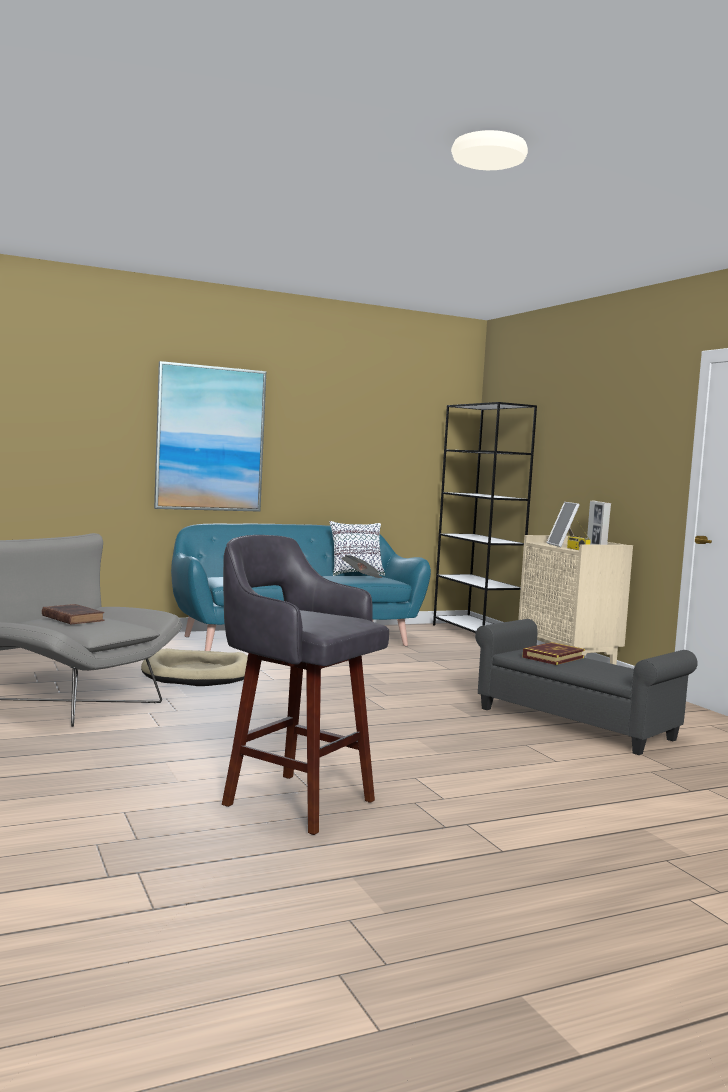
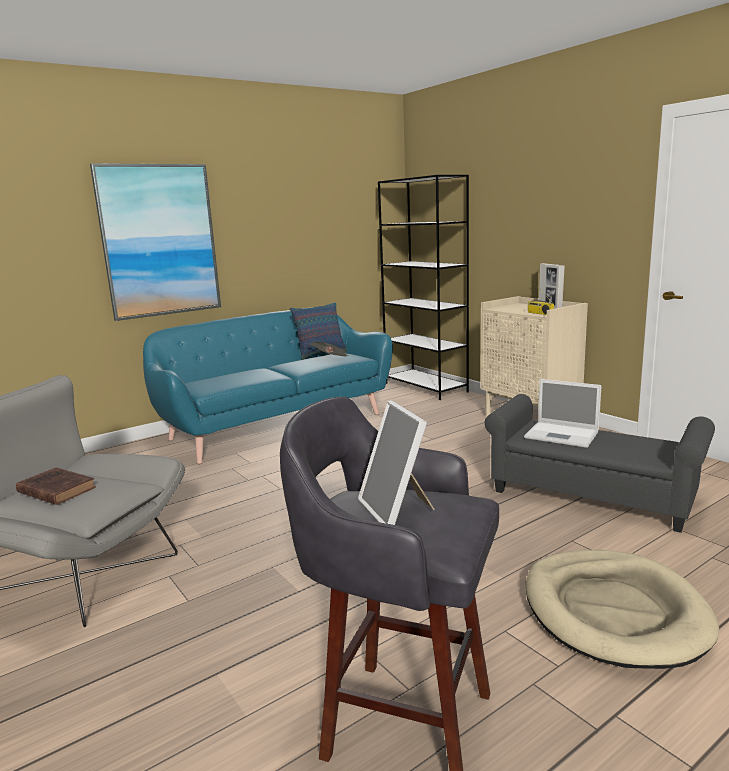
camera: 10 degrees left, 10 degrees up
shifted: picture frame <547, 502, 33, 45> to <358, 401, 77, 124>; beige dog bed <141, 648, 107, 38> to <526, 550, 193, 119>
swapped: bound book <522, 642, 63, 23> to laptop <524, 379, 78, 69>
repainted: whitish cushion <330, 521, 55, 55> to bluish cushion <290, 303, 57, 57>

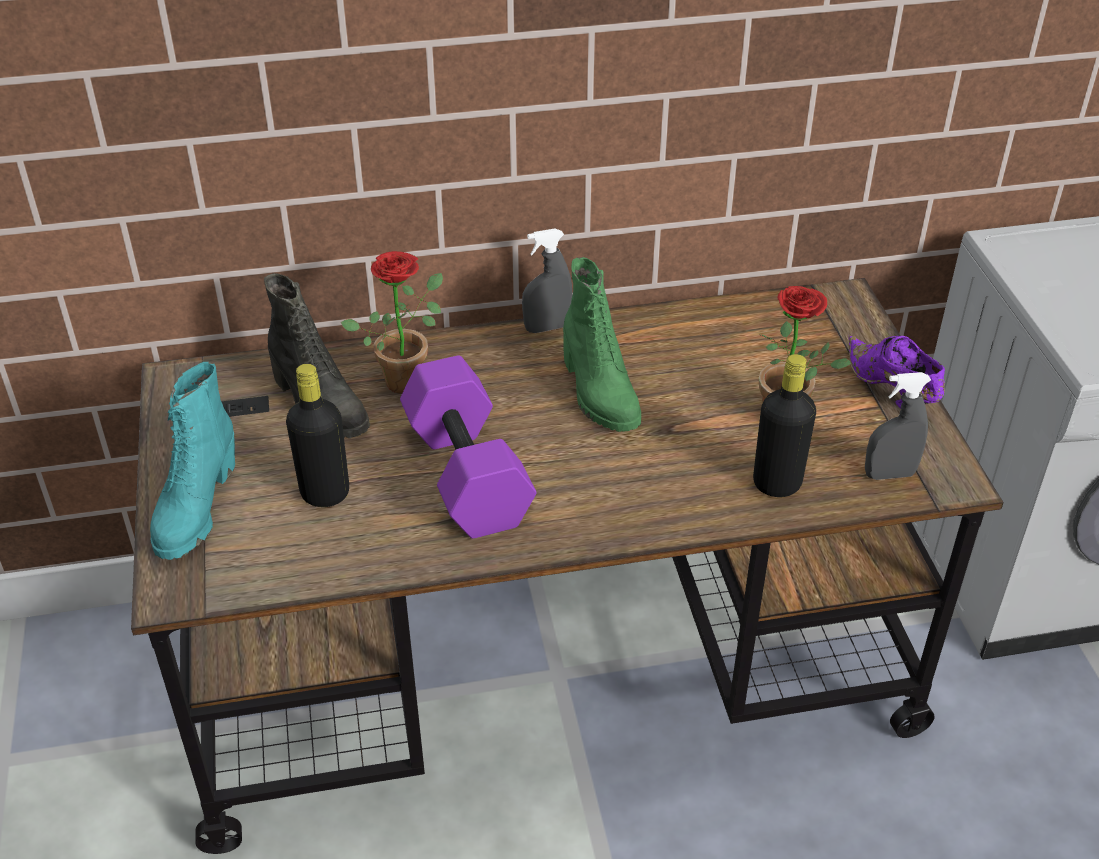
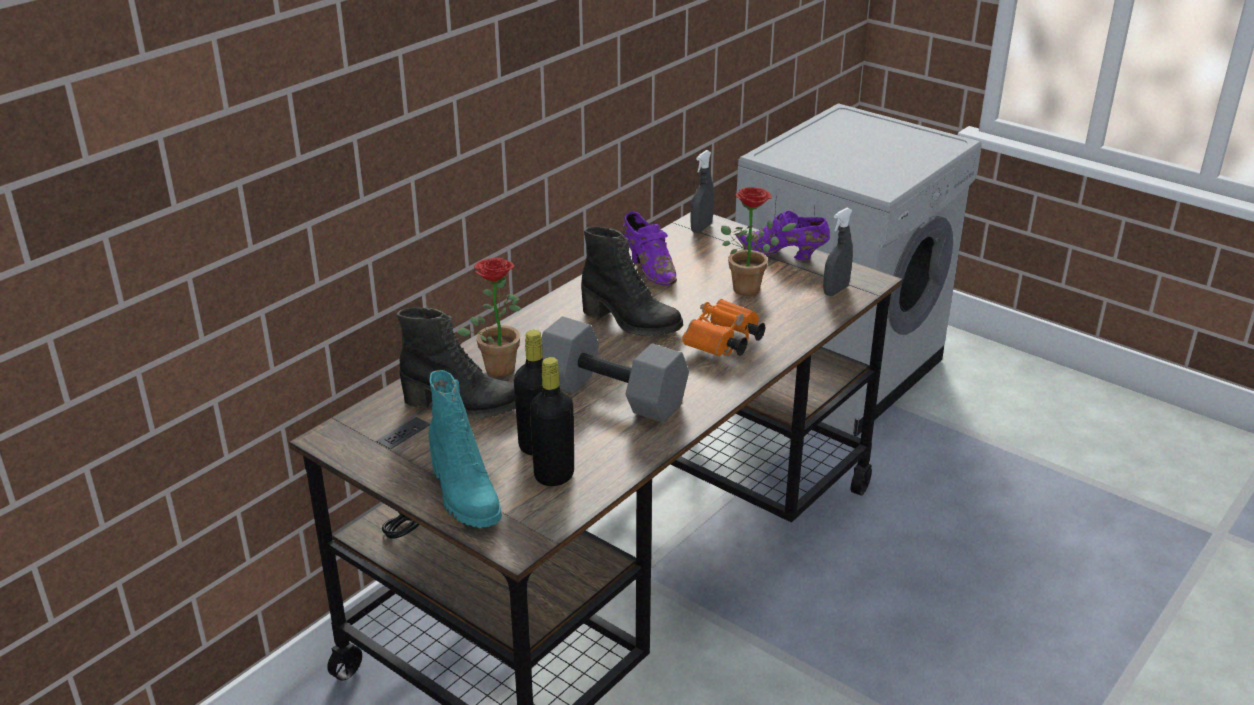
camera: 40 degrees left, 10 degrees down
new: purple item of footwear <622, 211, 55, 74>; orange pair of binoculars <682, 299, 83, 57>
shifted: grey sprayer <522, 228, 51, 105> to <691, 150, 23, 83>; black drink bottle <753, 354, 63, 143> to <529, 357, 45, 129>
repainted: green tall boot <563, 257, 78, 175> to black tall boot <581, 227, 102, 109>; purple dumbbell <400, 355, 137, 183> to grey dumbbell <542, 316, 147, 107>

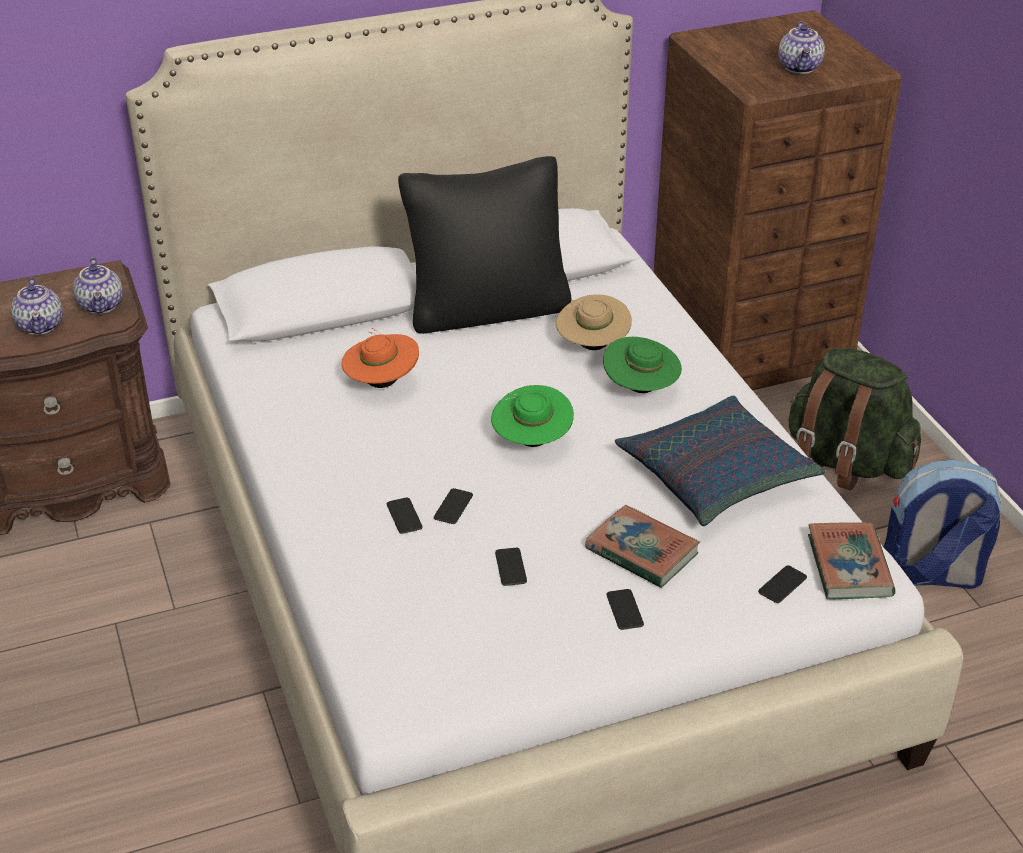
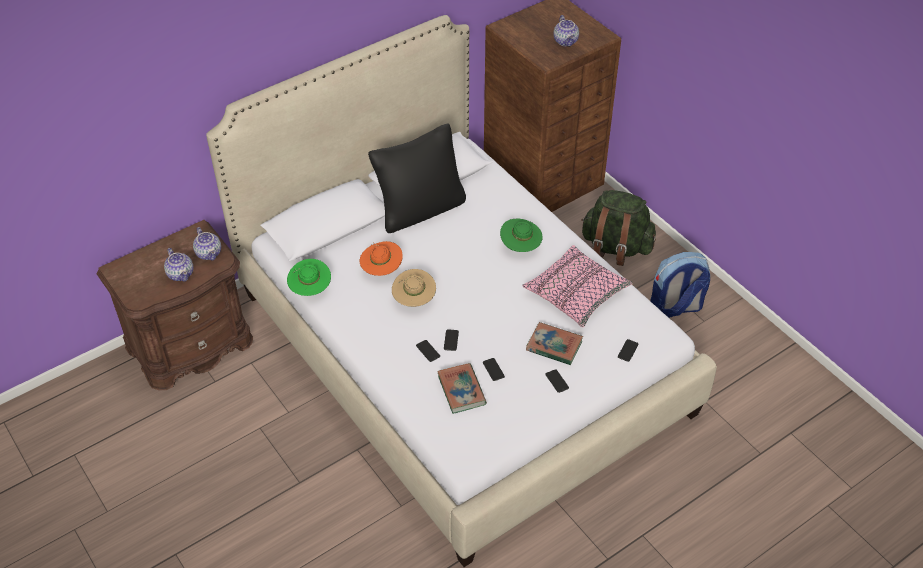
camera: 15 degrees left, 10 degrees up
shifted: beige hat <556, 295, 76, 55> to <392, 269, 44, 38>; green hat <491, 385, 83, 62> to <287, 259, 44, 37>; bound book <808, 522, 88, 77> to <437, 363, 50, 51>
repainted: bluish cushion <615, 396, 210, 130> to pink-coloured cushion <522, 245, 110, 83>

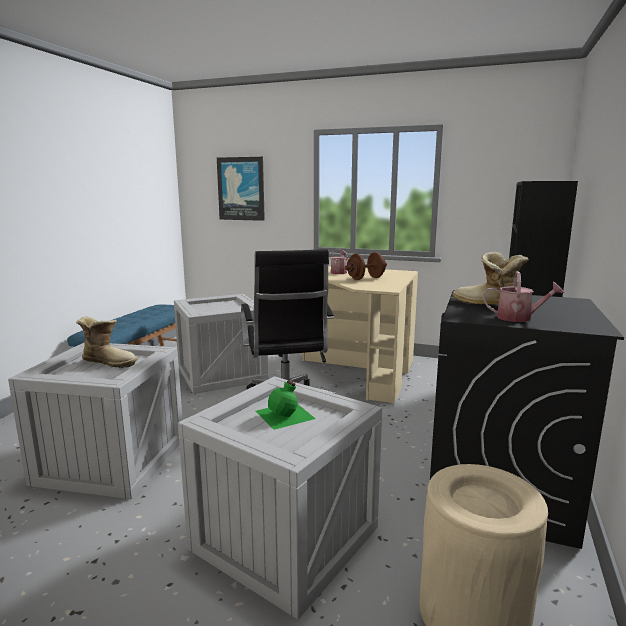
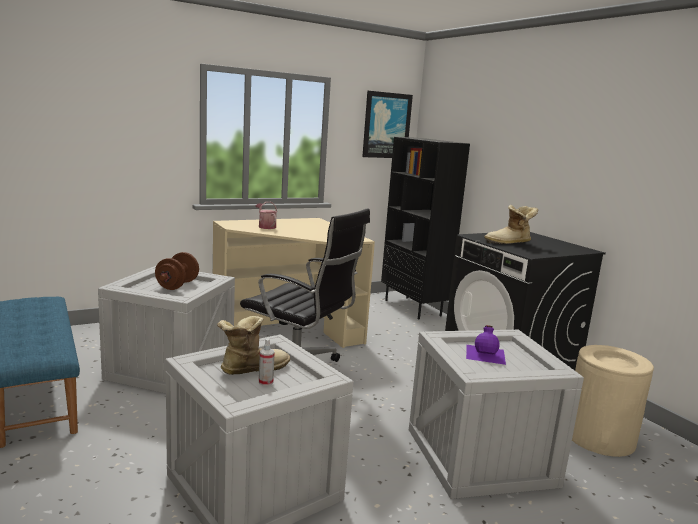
camera: 50 degrees left, 0 degrees up
gone: sprinkling can <483, 271, 81, 51>
new: sprayer <259, 338, 16, 48>
shifted: picture <217, 157, 48, 64> to <362, 91, 51, 67>; brownish dumbbell <345, 252, 42, 28> to <155, 252, 44, 38>
repainted: green drink bottle <256, 380, 60, 50> to purple drink bottle <466, 325, 40, 40>

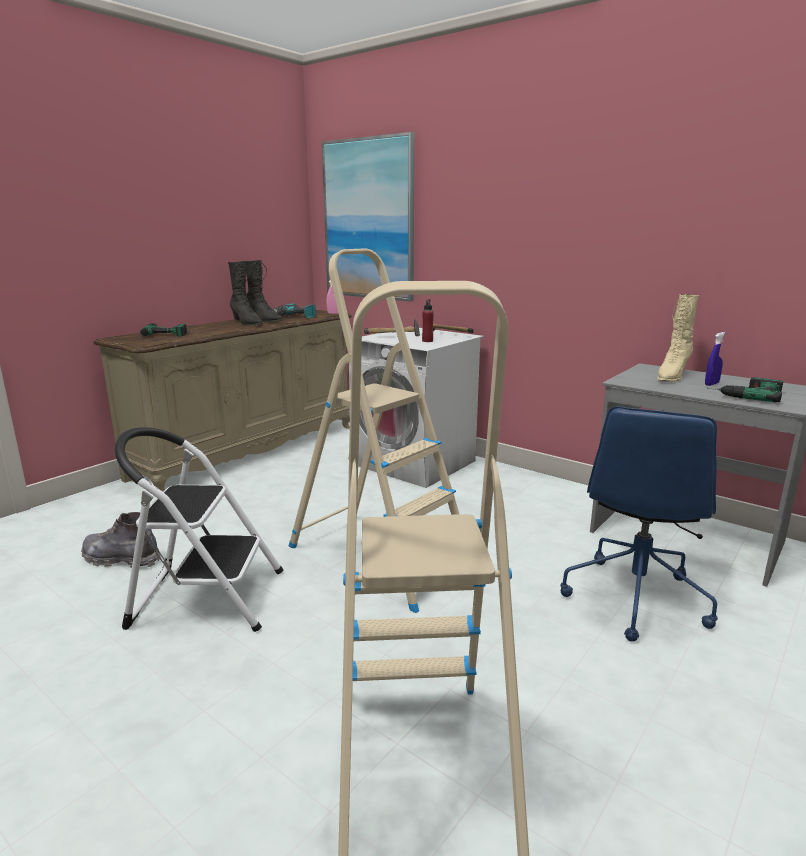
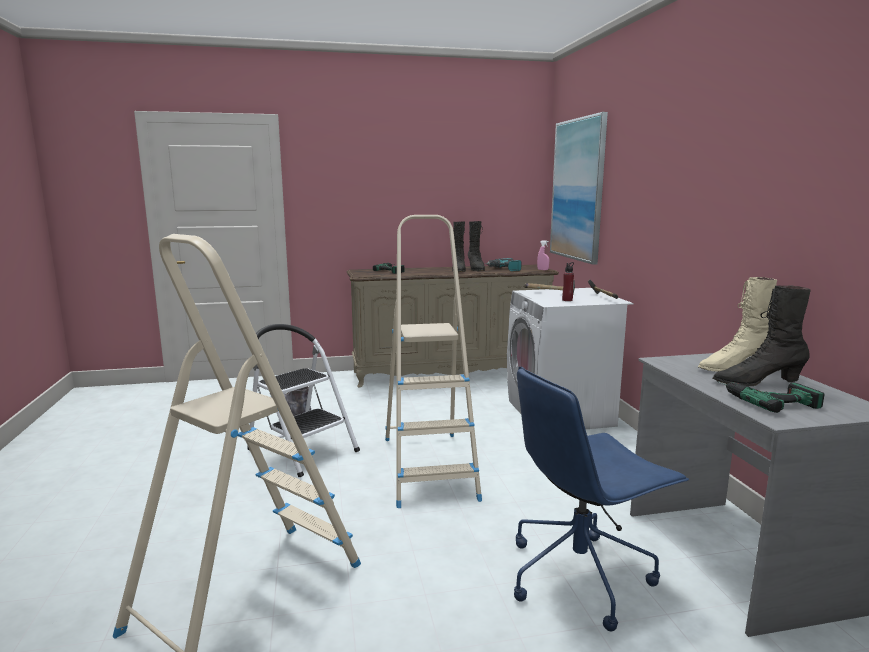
camera: 40 degrees right, 5 degrees down
swapped: bluish sprayer <705, 332, 20, 54> to black tall boot <713, 285, 98, 101>

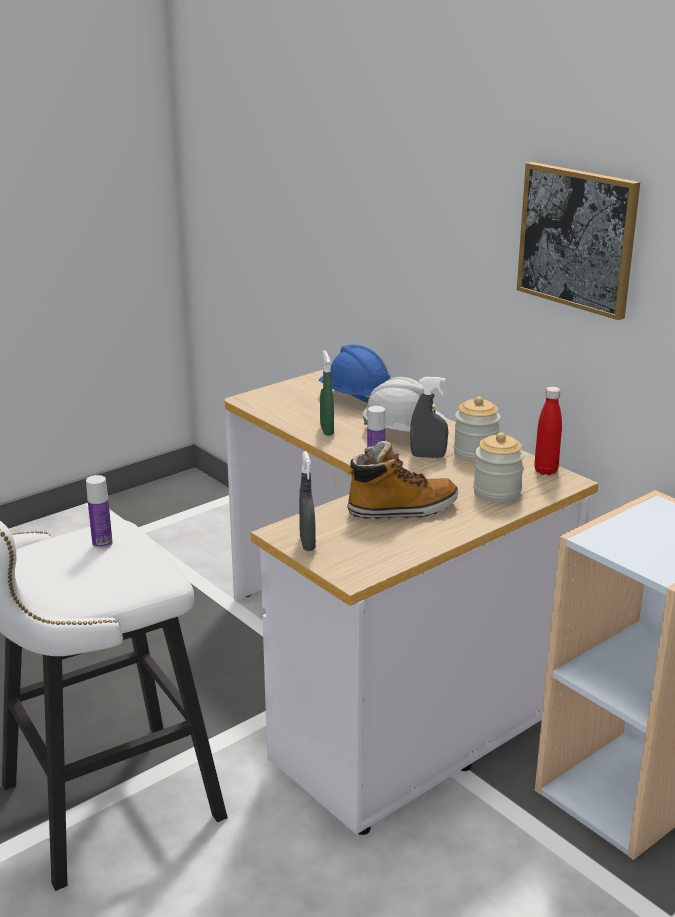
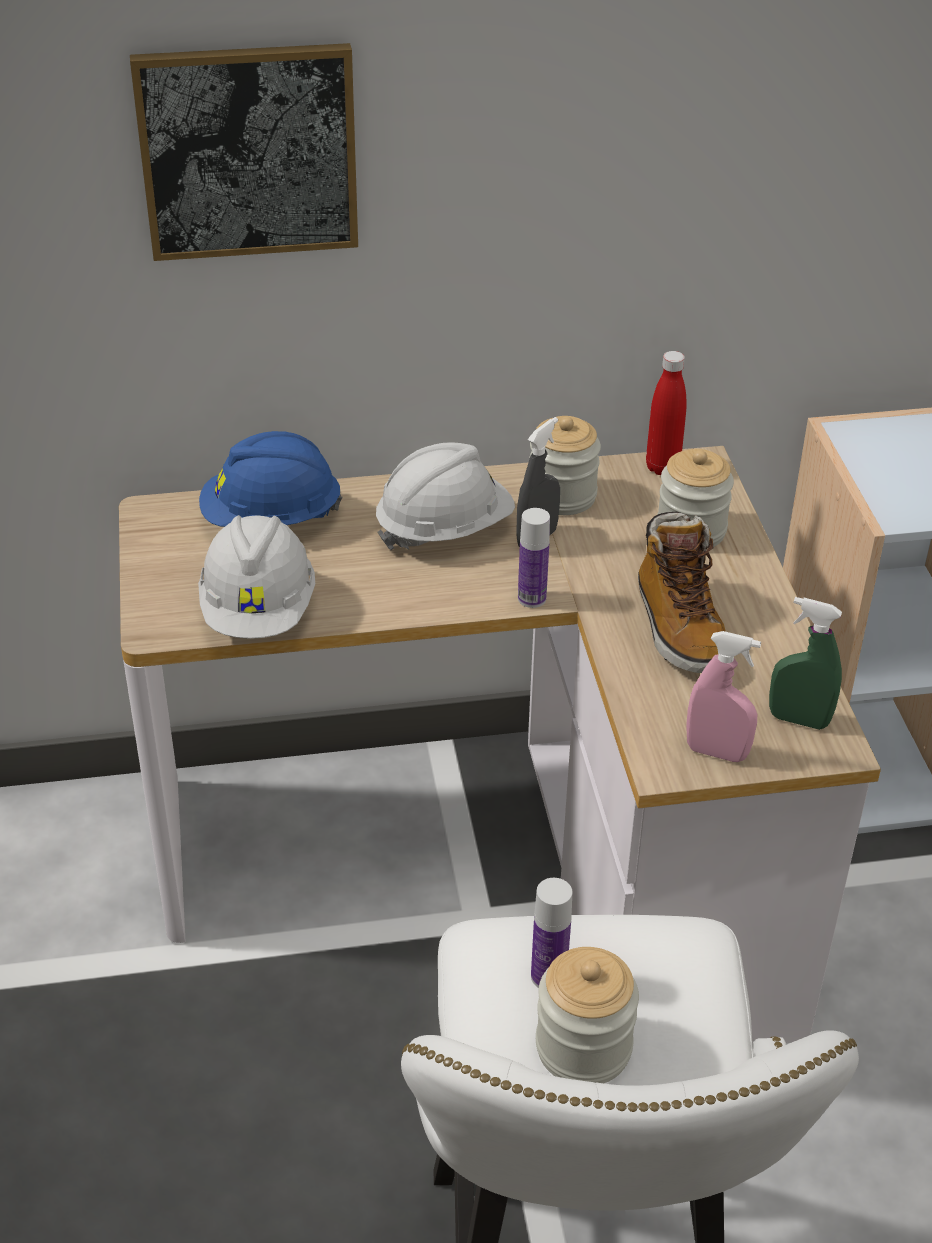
camera: 60 degrees left, 15 degrees up
new: whitish work helmet <198, 515, 117, 124>; jar <536, 947, 103, 136>
shifted: picture <517, 162, 123, 158> to <130, 43, 228, 218>; green sprayer <320, 350, 14, 86> to <769, 597, 73, 133>
repainted: grey sprayer <299, 451, 17, 100> to pink-coloured sprayer <686, 631, 75, 131>
rotated: tall boot <346, 441, 112, 78> = <638, 512, 88, 161> 150 degrees clockwise

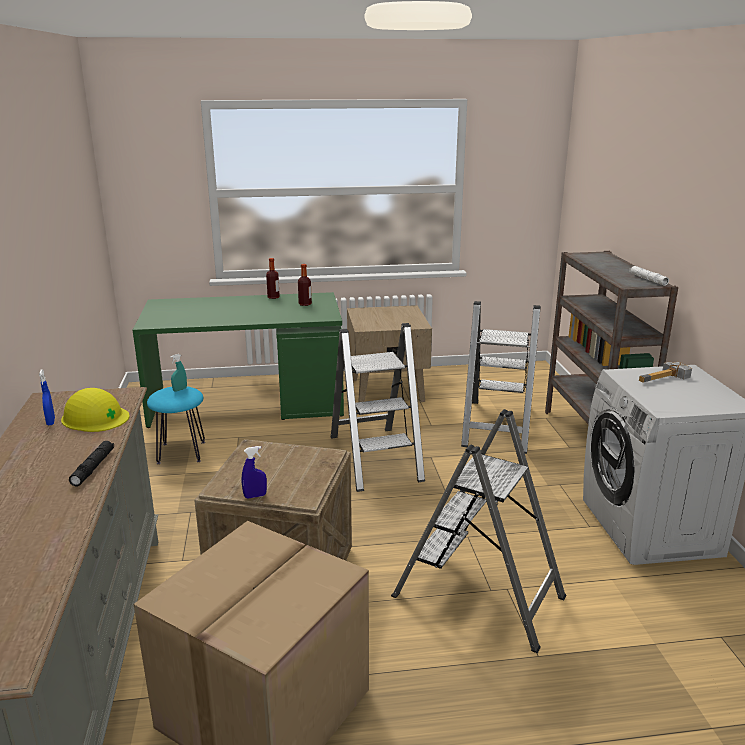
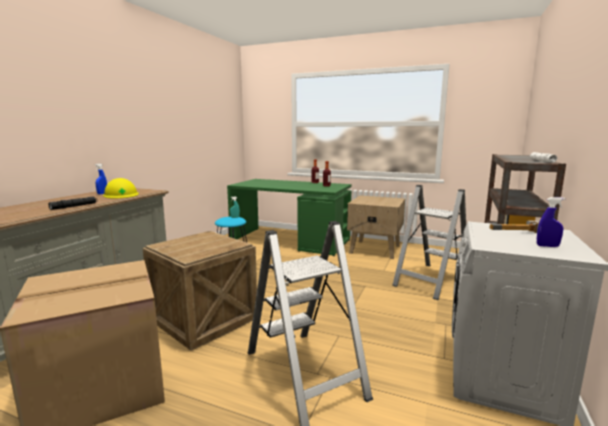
camera: 30 degrees right, 10 degrees down
gone: grey stepladder <331, 323, 94, 169>
shifted: bluish sprayer <242, 446, 25, 52> to <537, 197, 28, 50>

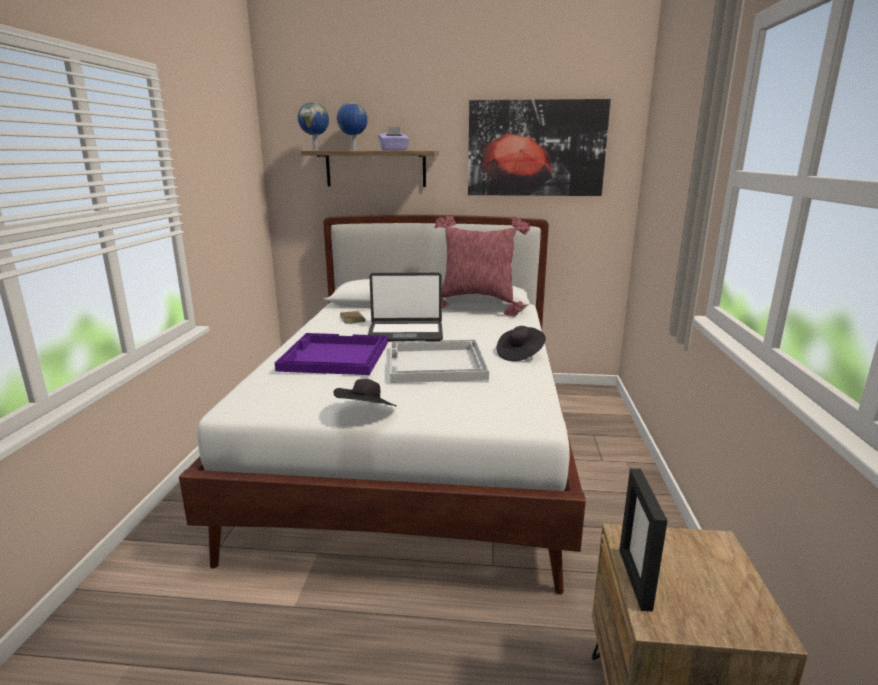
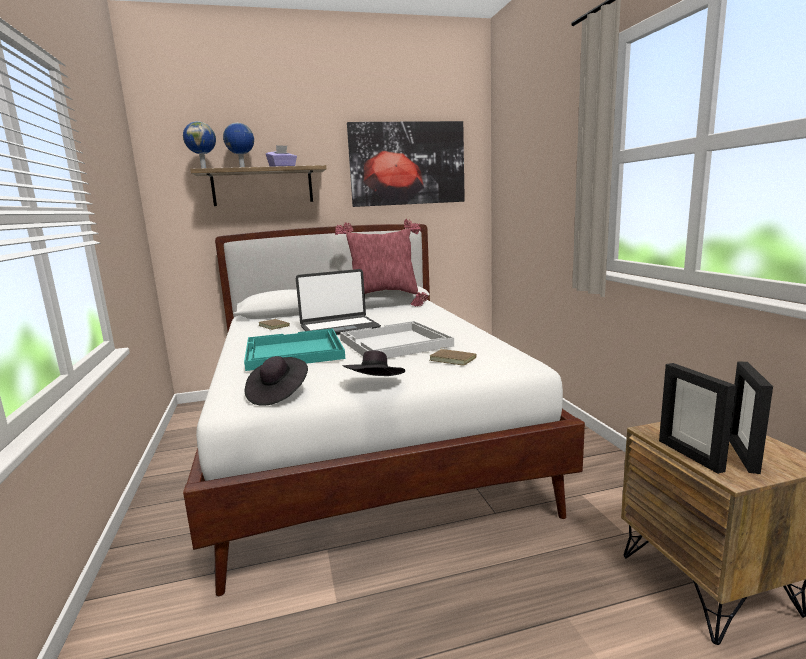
camera: 20 degrees left, 5 degrees down
new: brownish bound book <430, 347, 47, 19>; picture frame <729, 361, 44, 113>
shifted: black hat <496, 326, 50, 35> to <245, 356, 63, 50>
repainted: purple serving tray <275, 333, 113, 42> to turquoise-coloured serving tray <244, 328, 101, 43>

